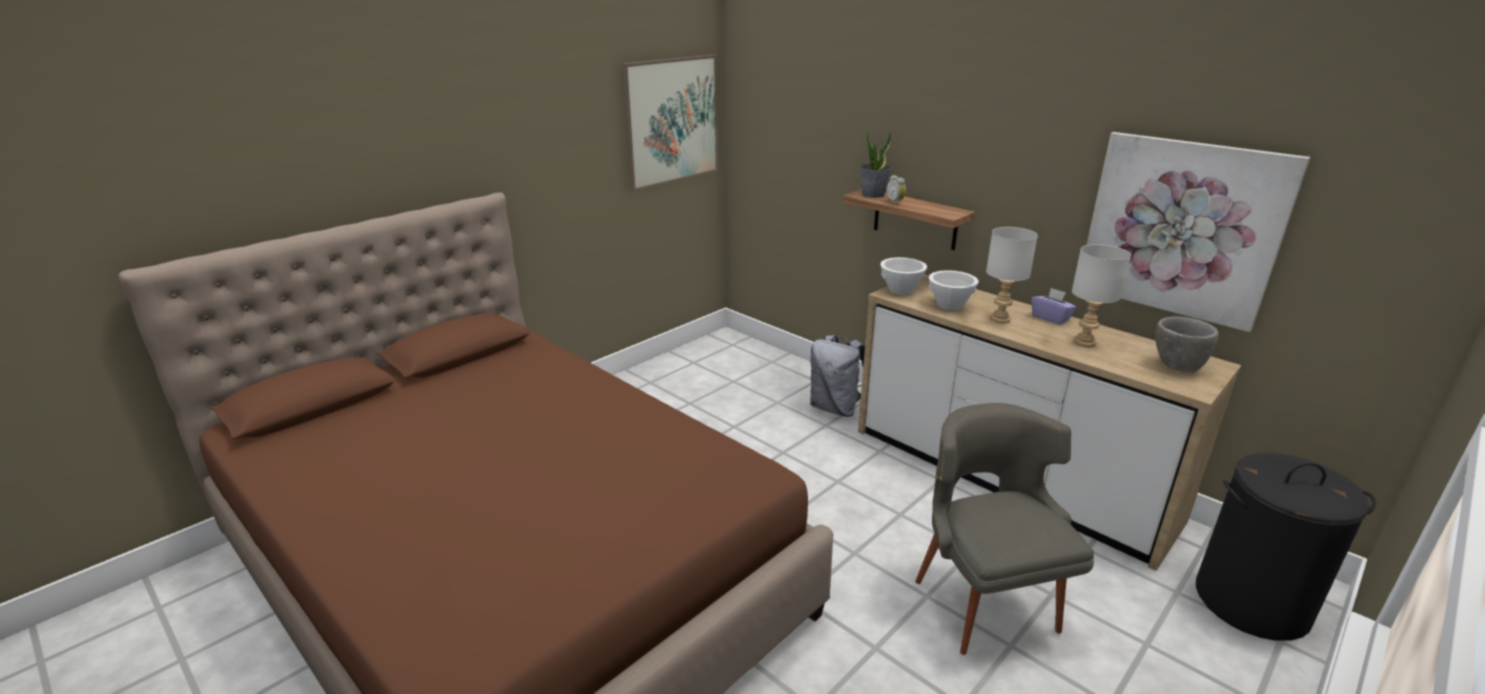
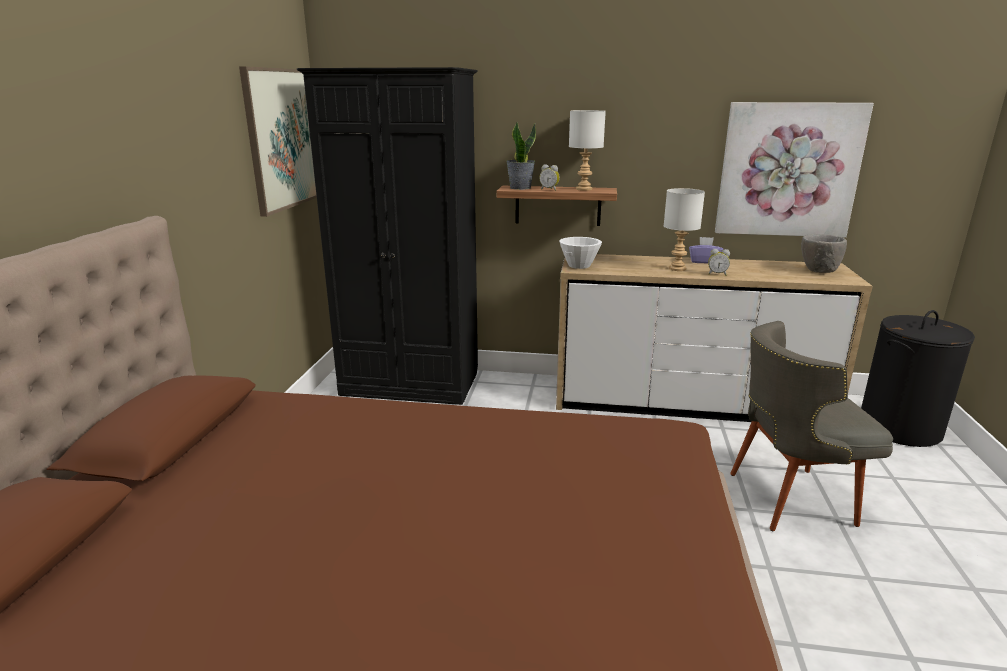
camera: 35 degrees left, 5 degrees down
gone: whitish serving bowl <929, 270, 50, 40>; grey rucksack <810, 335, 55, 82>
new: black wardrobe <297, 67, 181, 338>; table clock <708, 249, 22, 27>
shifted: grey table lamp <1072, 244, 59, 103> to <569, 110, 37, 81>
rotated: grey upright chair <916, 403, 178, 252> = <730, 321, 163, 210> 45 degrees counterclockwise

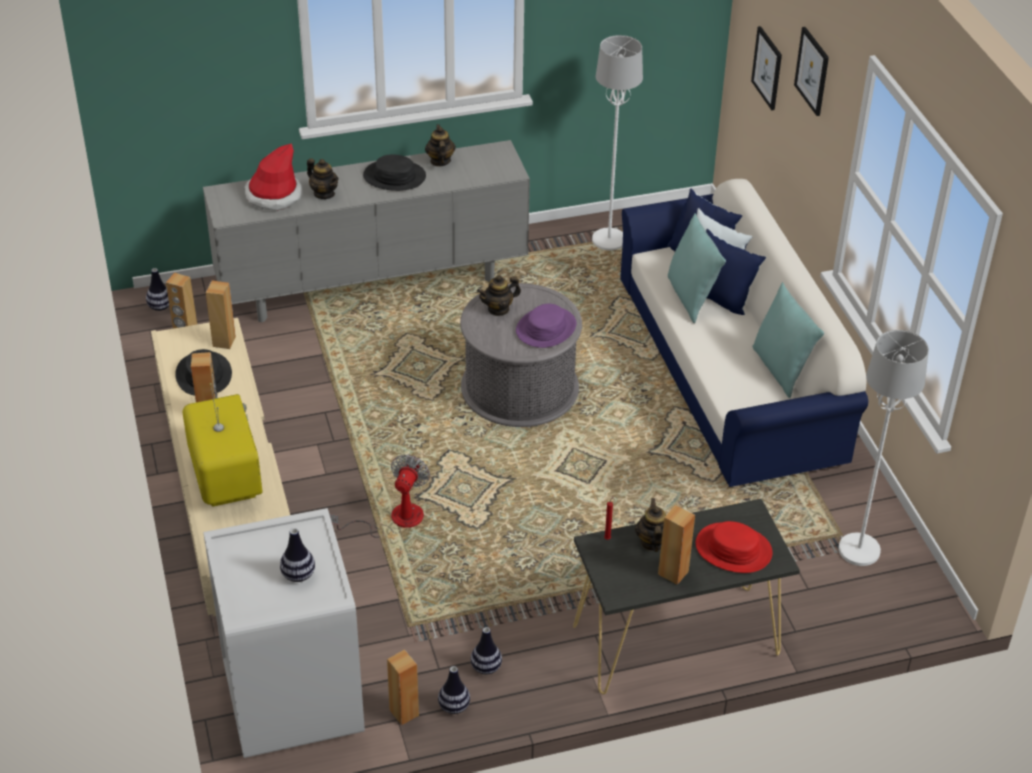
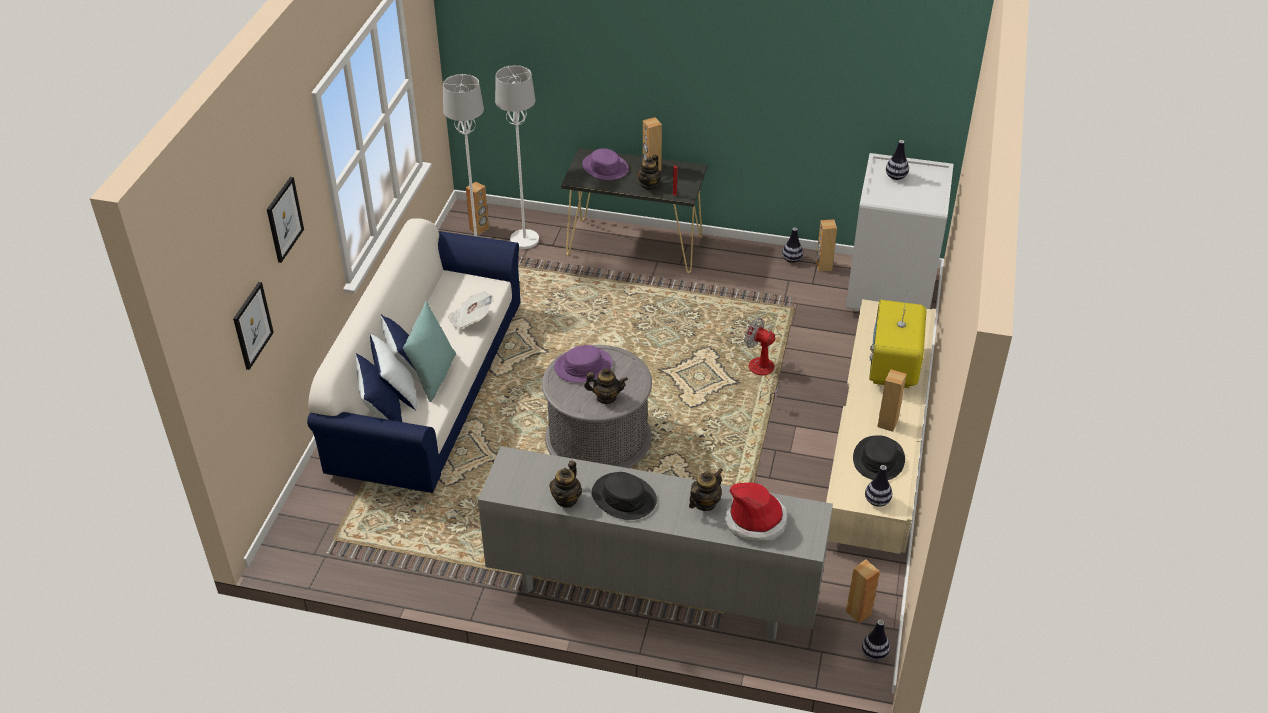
camera: 150 degrees left, 0 degrees up
gone: turquoise-coloured cushion <752, 282, 72, 116>
new: daily paper <448, 291, 46, 39>
shifted: whitish standing lamp <592, 35, 51, 215> to <495, 65, 44, 184>; brownish speaker <206, 281, 30, 68> to <466, 181, 23, 54>; decorative vase <471, 627, 31, 47> to <865, 465, 27, 42>
repainted: red hat <696, 521, 77, 52> to purple hat <582, 148, 47, 32>
rotated: teapot <307, 158, 32, 41> = <689, 468, 34, 43> 60 degrees clockwise; fan <330, 454, 100, 84> = <745, 318, 35, 87> 75 degrees clockwise

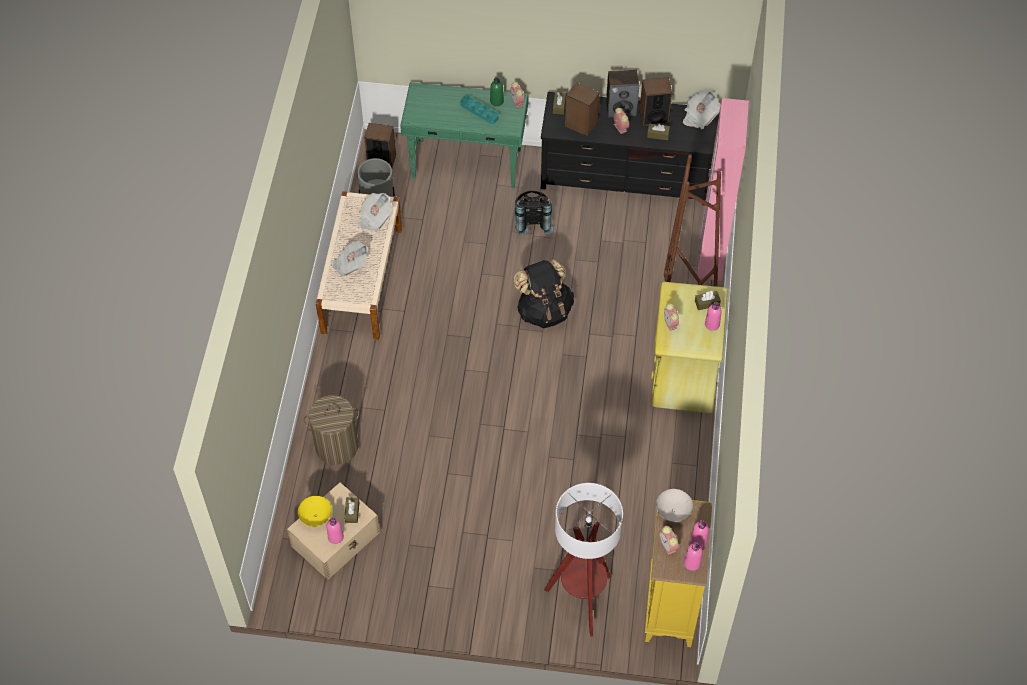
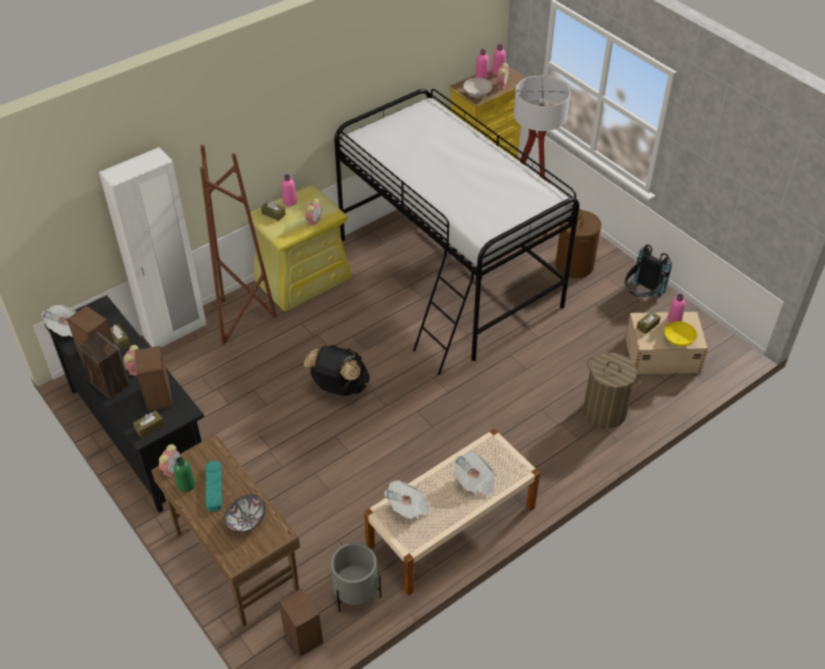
camera: 135 degrees left, 10 degrees down
new: black bedroom bed <334, 89, 245, 286>; brownish laundry basket <556, 209, 45, 69>; serving bowl <224, 494, 41, 38>
shifted: black rucksack <515, 191, 38, 44> to <624, 244, 48, 54>
repainted: green console table <400, 82, 129, 106> to brownish console table <151, 434, 149, 193>; pink-coloured wardrobe <698, 98, 51, 183> to whitish wardrobe <99, 147, 107, 200>

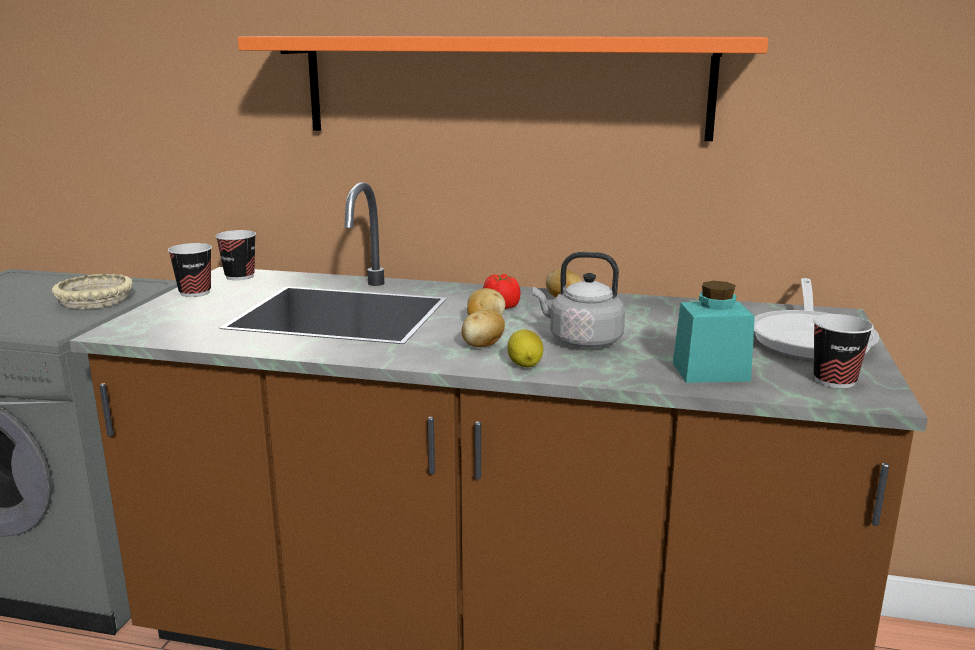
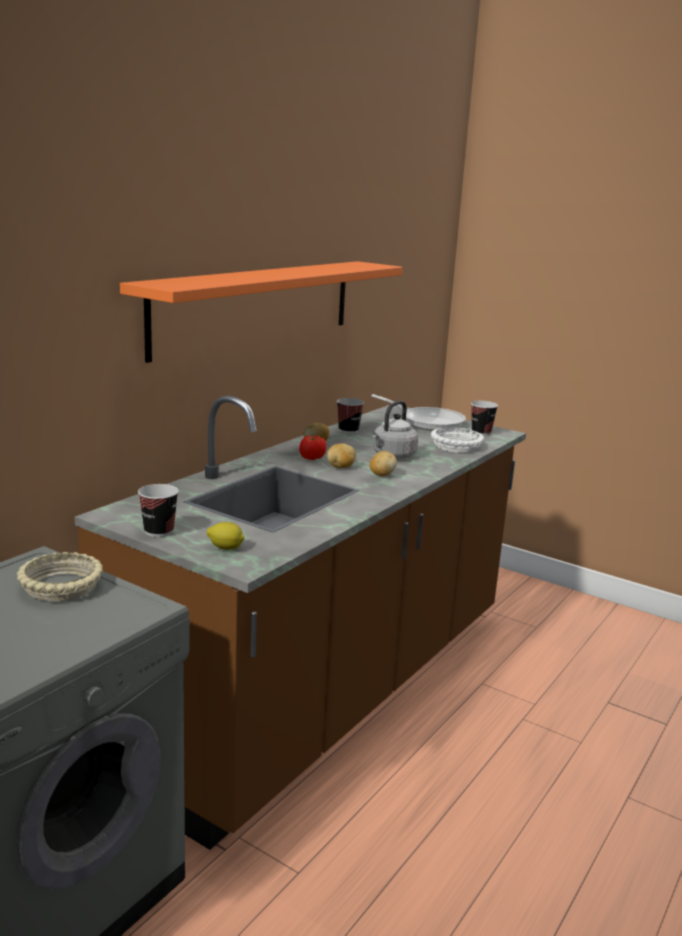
camera: 70 degrees left, 0 degrees up
shifted: small cup <215, 230, 41, 51> to <337, 398, 27, 36>; whole lemon <507, 329, 36, 39> to <207, 522, 37, 28>
swapped: turquoise-coloured jar <673, 281, 82, 102> to whitish serving bowl <431, 427, 53, 26>

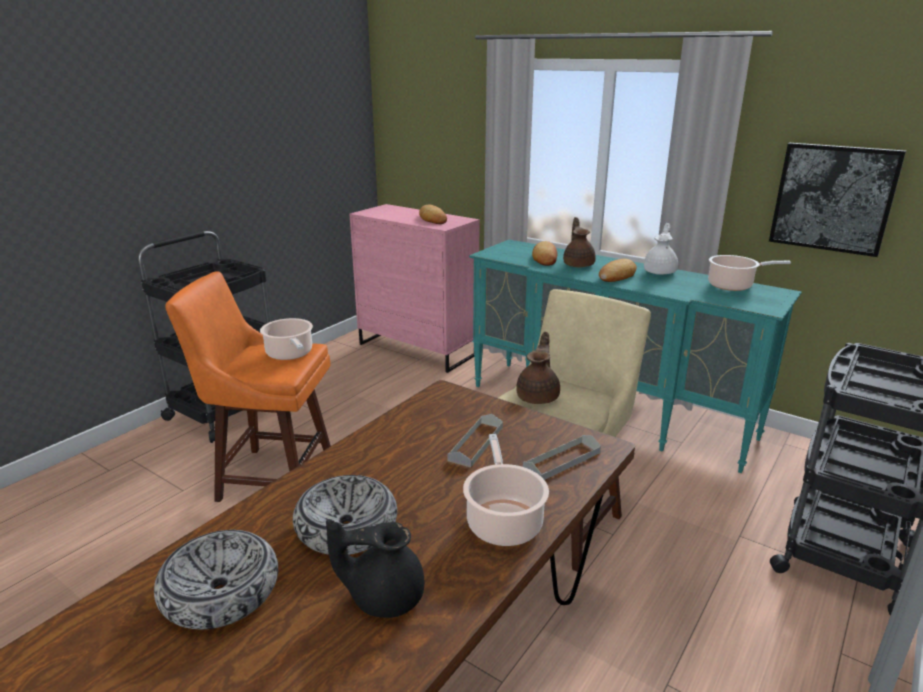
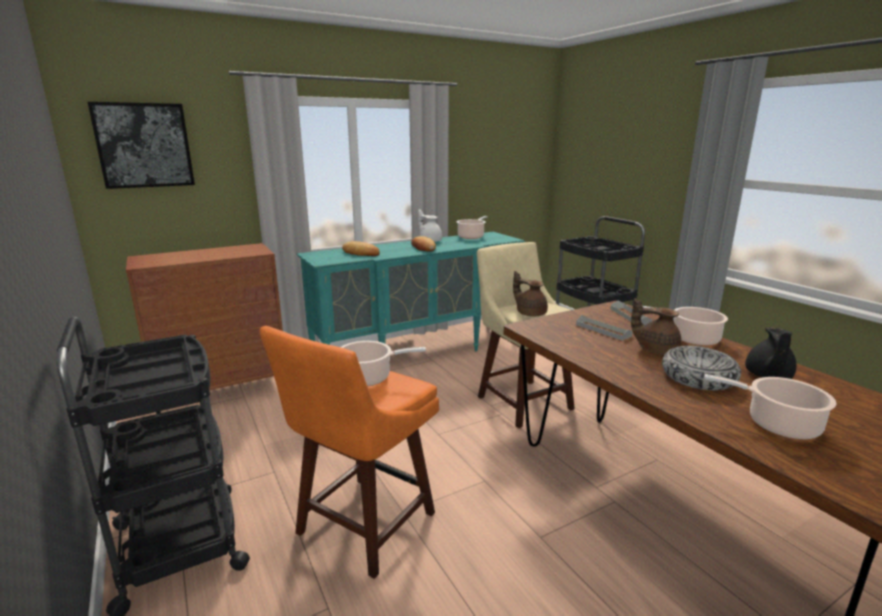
camera: 65 degrees left, 5 degrees down
gone: bakery bread <419, 205, 28, 19>
shifted: picture <769, 143, 137, 114> to <88, 102, 107, 87>; brownish teapot <563, 217, 33, 50> to <631, 298, 50, 57>
swapped: serving bowl <154, 530, 124, 99> to cooking pot <704, 374, 133, 66>
repainted: pink-coloured dresser <349, 204, 131, 169> to brownish dresser <126, 243, 157, 171>

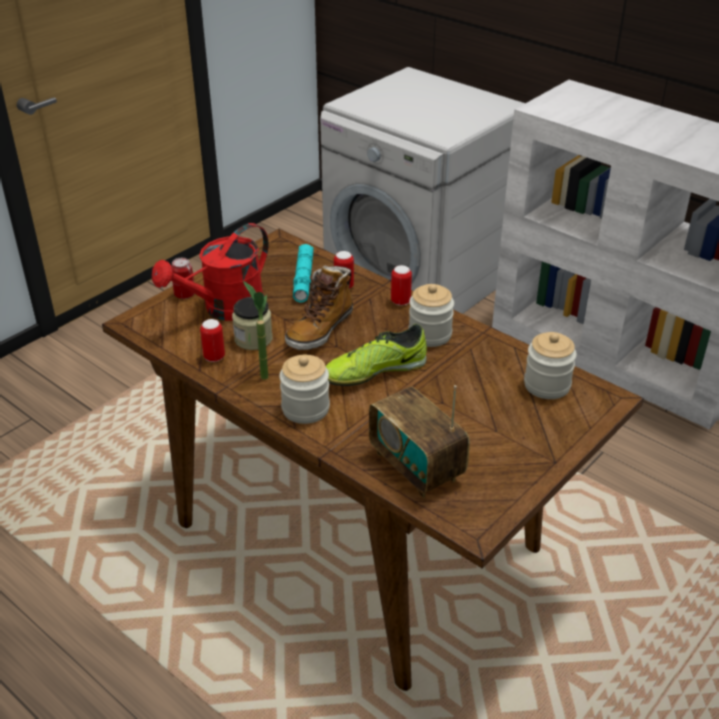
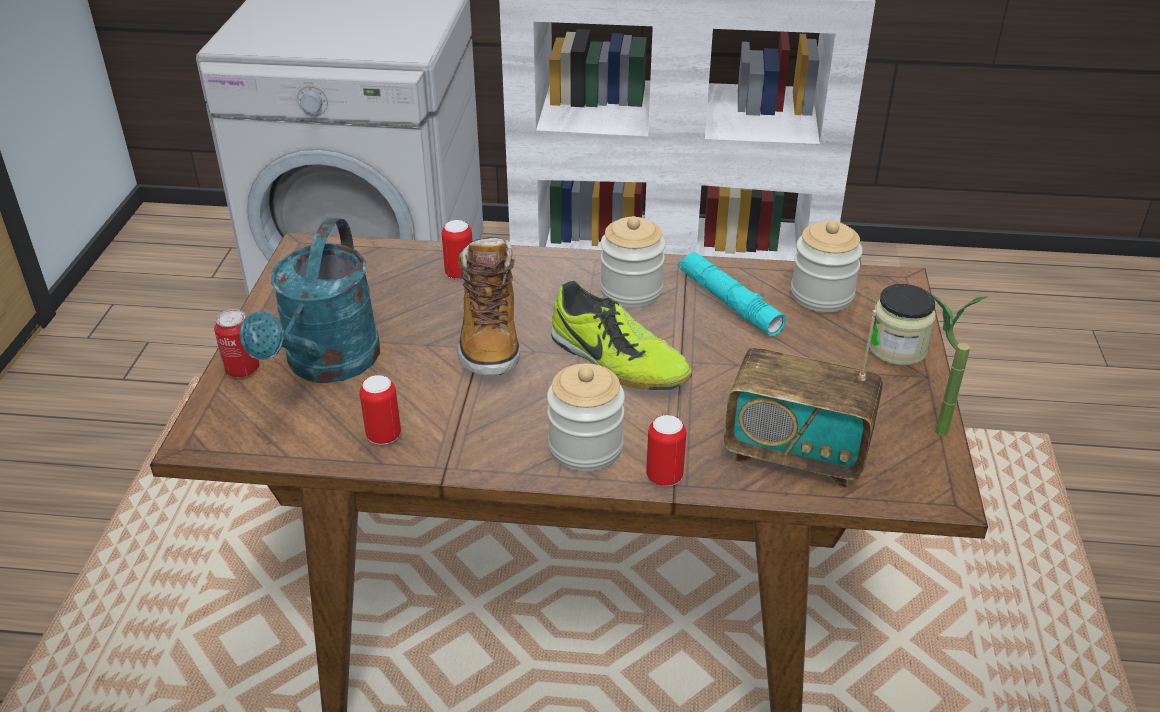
camera: 35 degrees left, 0 degrees up
shifted: turquoise-coloured hand torch <293, 244, 21, 59> to <678, 252, 108, 84>; sealed can <391, 265, 21, 41> to <646, 415, 40, 72>; potted plant <243, 281, 25, 99> to <929, 292, 59, 144>; jar <232, 297, 41, 53> to <869, 284, 67, 82>
repainted: red sprinkling can <152, 223, 117, 98> to turquoise-coloured sprinkling can <239, 217, 141, 166>
rotated: item of footwear <326, 324, 101, 62> = <551, 280, 141, 110> 75 degrees counterclockwise

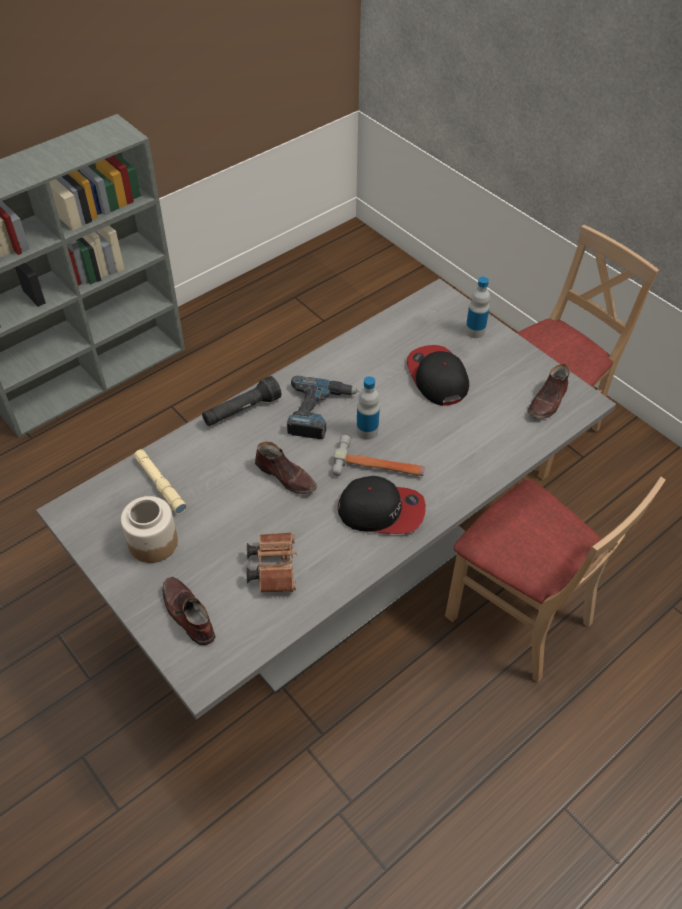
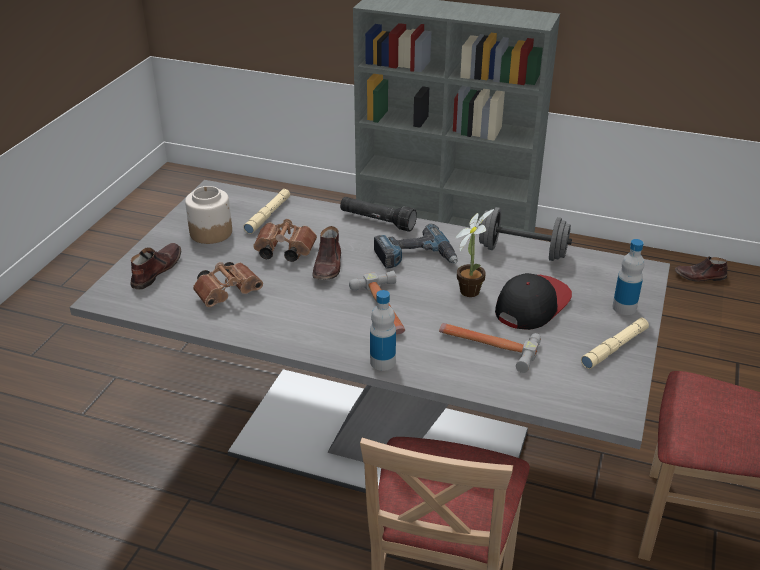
camera: 60 degrees right, 15 degrees down
gone: cap <338, 476, 88, 58>
new: grey dumbbell <479, 207, 93, 54>; potted plant <455, 209, 39, 88>; brownish pair of binoculars <253, 219, 64, 43>; beige hand torch <581, 318, 68, 51>; tool hammer <439, 323, 102, 50>
shifted: brownish item of footwear <528, 364, 42, 54> to <675, 257, 53, 25>; drink bottle <356, 376, 24, 64> to <370, 290, 26, 81>

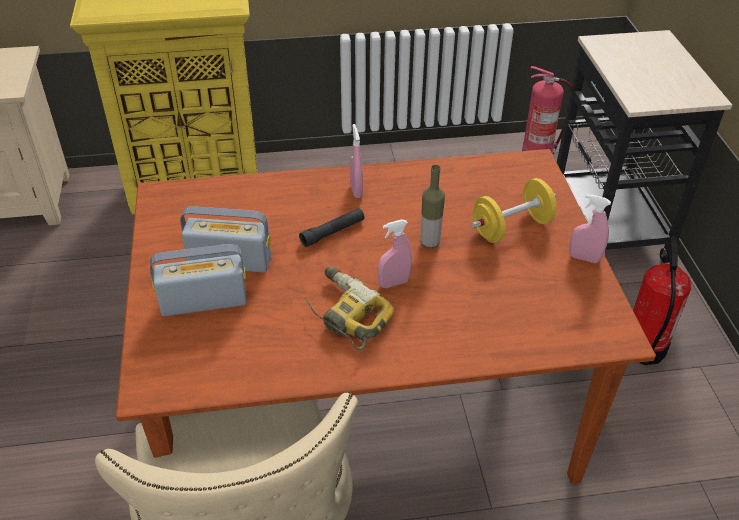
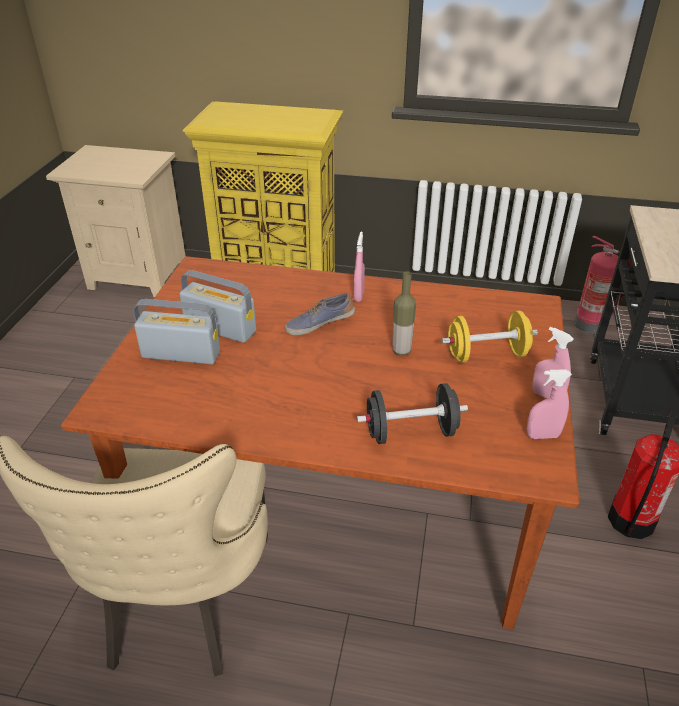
camera: 20 degrees right, 5 degrees down
gone: electric drill <305, 266, 89, 85>
new: black dumbbell <357, 383, 111, 61>
shifted: pink-coloured sprayer <378, 219, 34, 69> to <526, 369, 46, 70>
swapped: black hand torch <299, 208, 66, 39> to item of footwear <285, 293, 70, 42>

